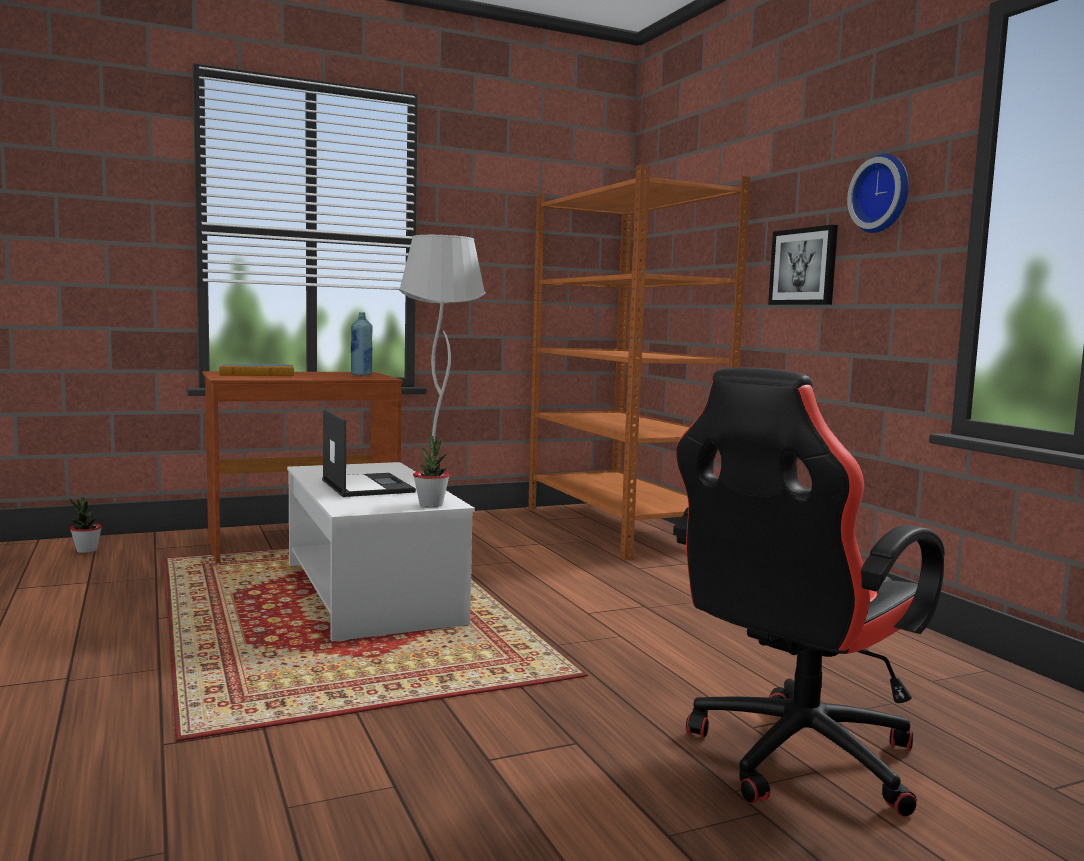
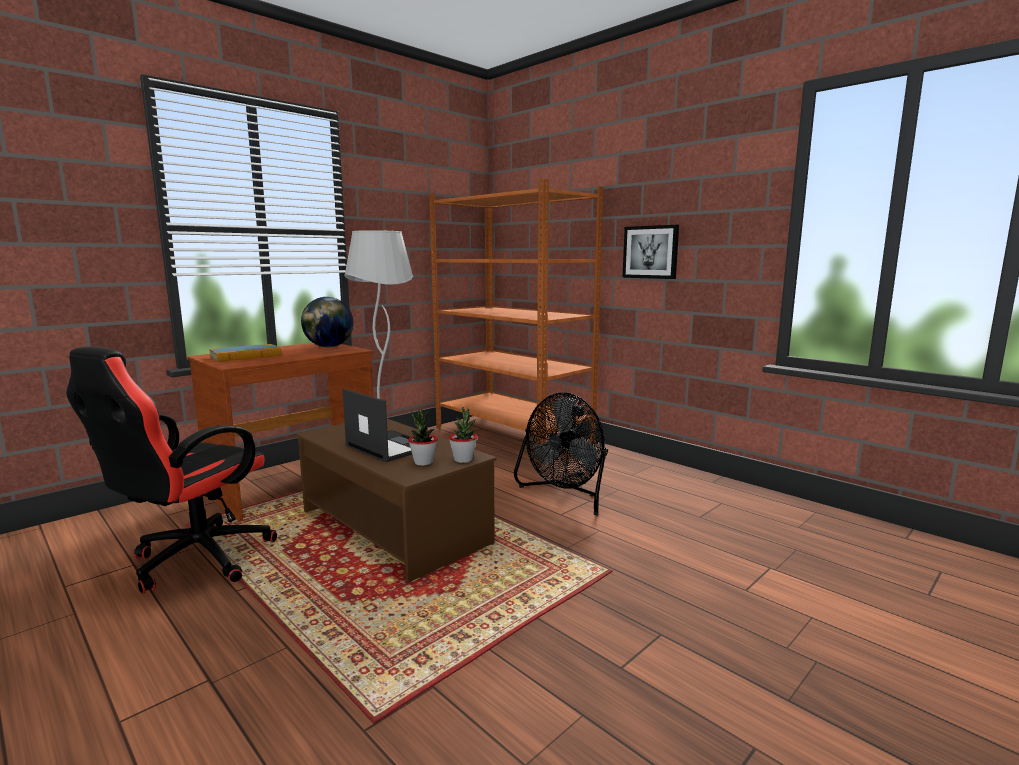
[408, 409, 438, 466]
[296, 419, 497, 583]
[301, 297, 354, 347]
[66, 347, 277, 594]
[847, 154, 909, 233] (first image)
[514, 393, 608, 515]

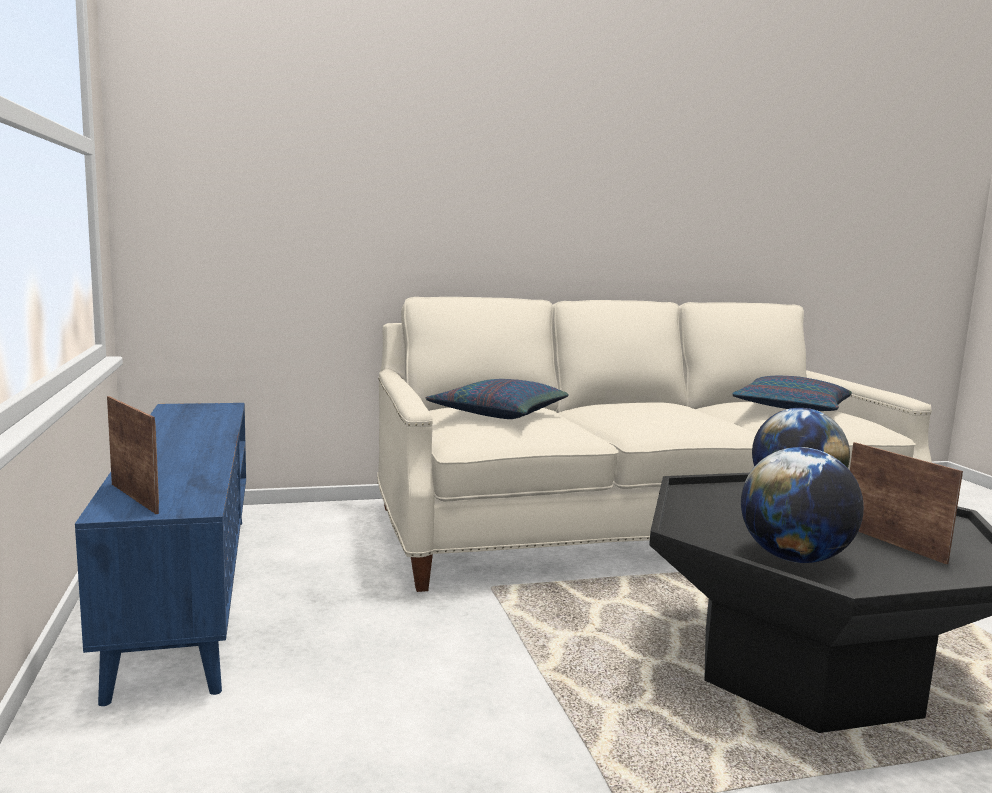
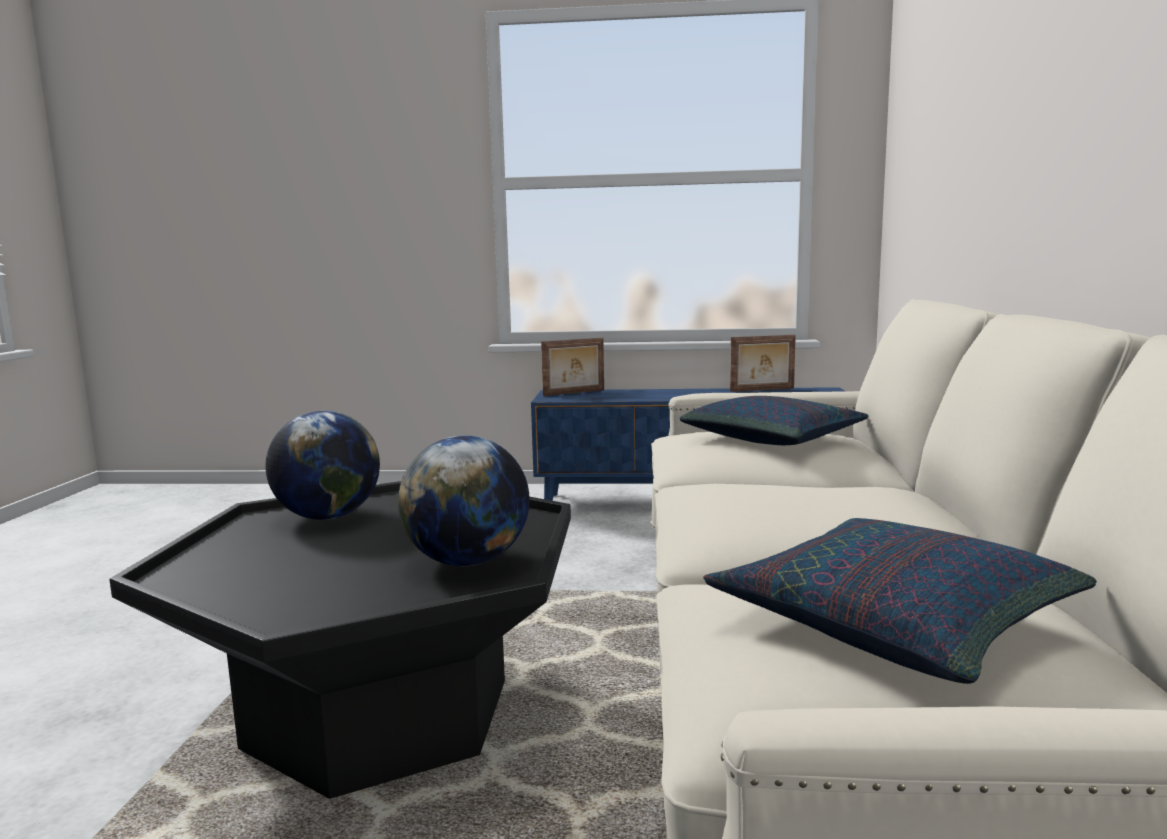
[730, 335, 796, 392]

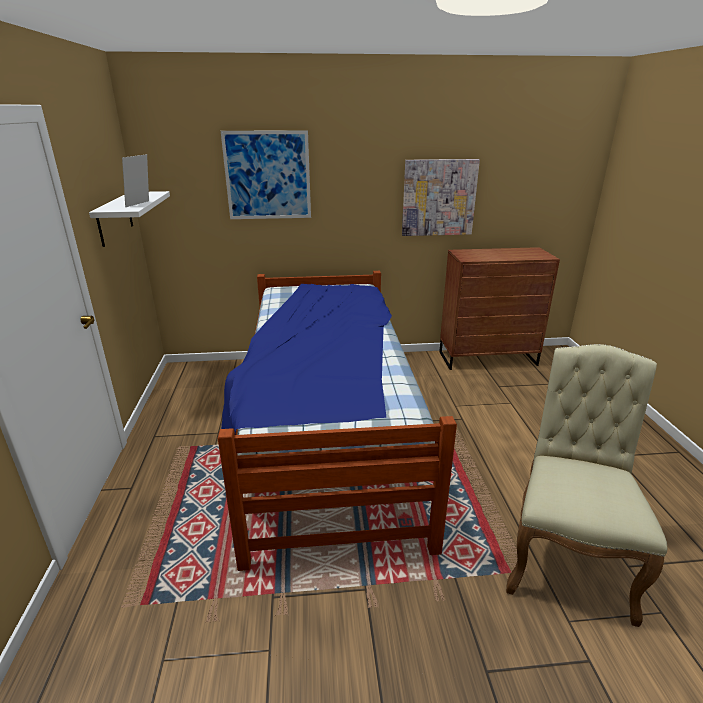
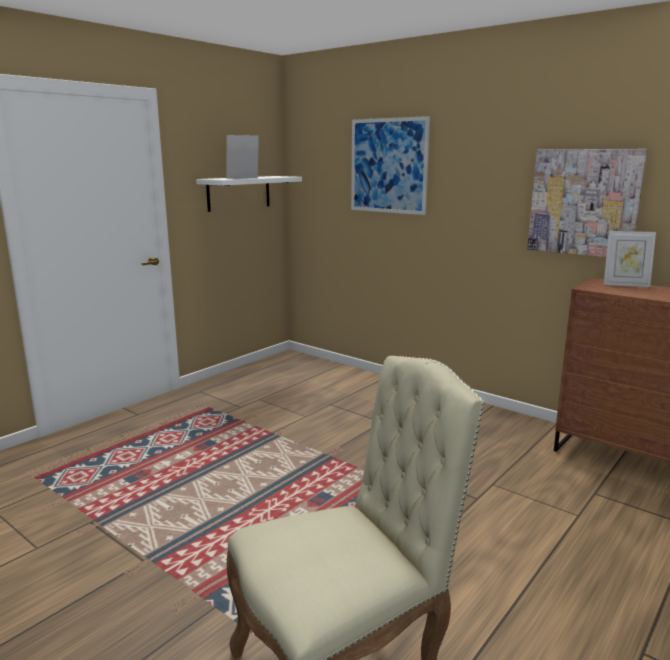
[218, 271, 457, 571] (first image)
[604, 231, 656, 287]

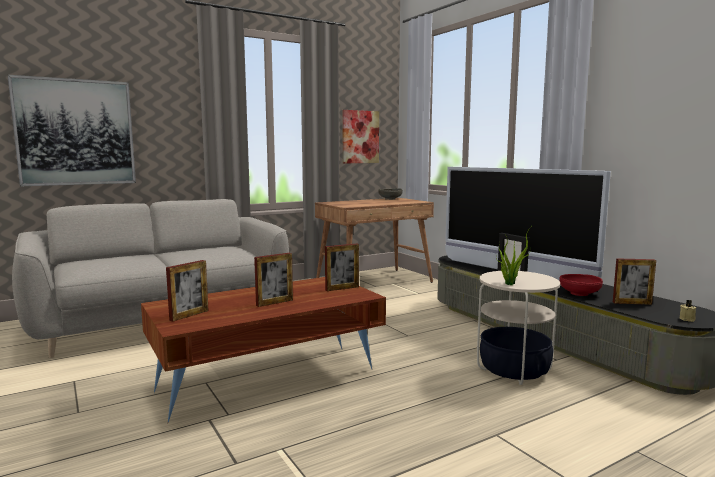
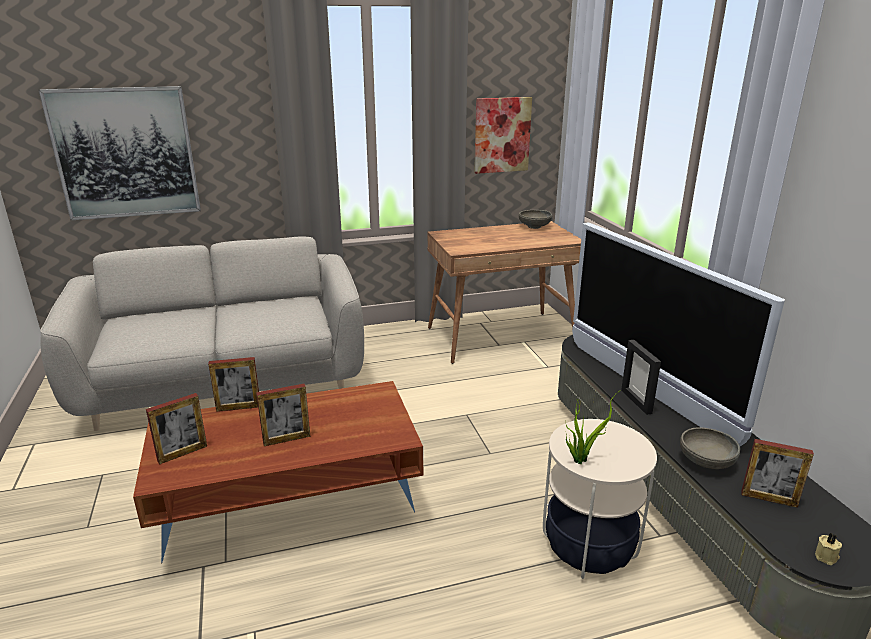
[208, 357, 259, 412]
[680, 427, 740, 469]

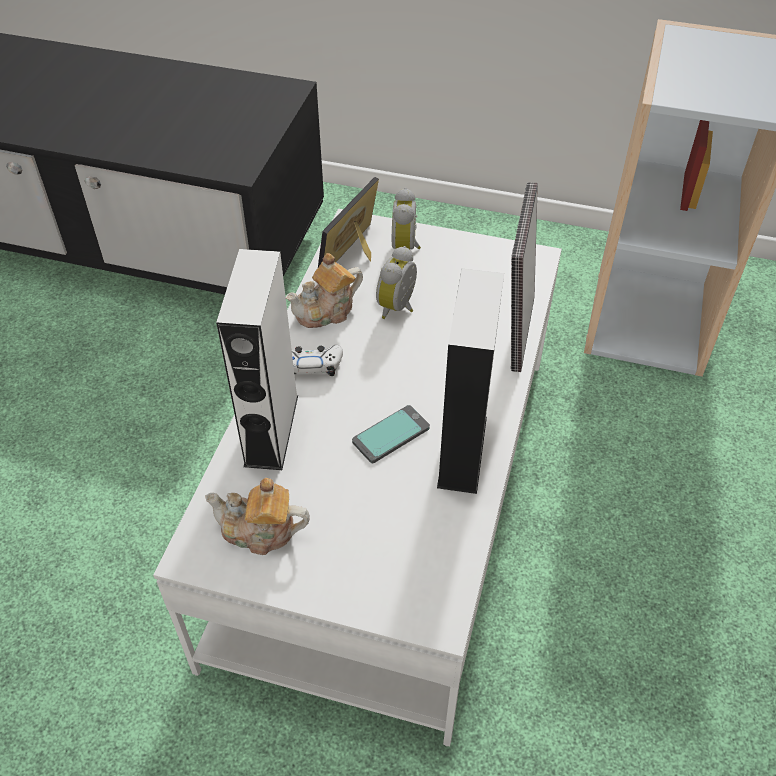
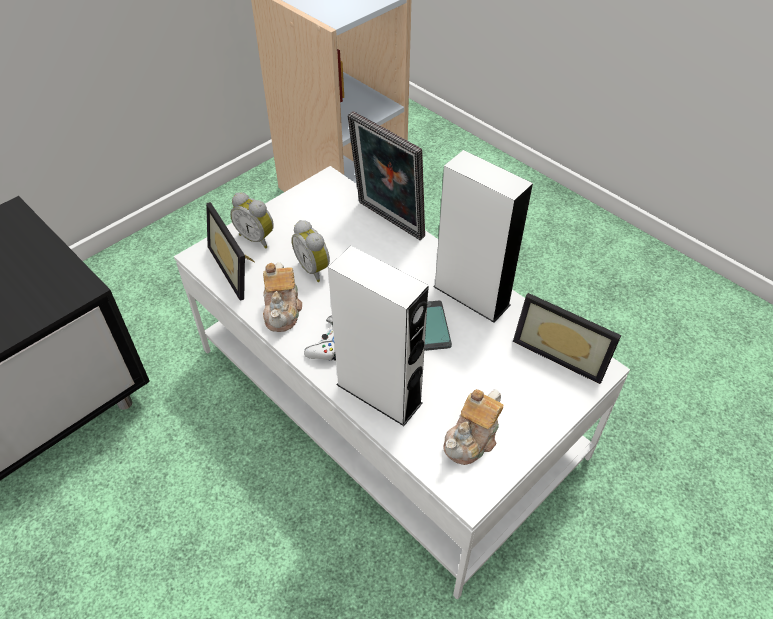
[513, 293, 621, 384]

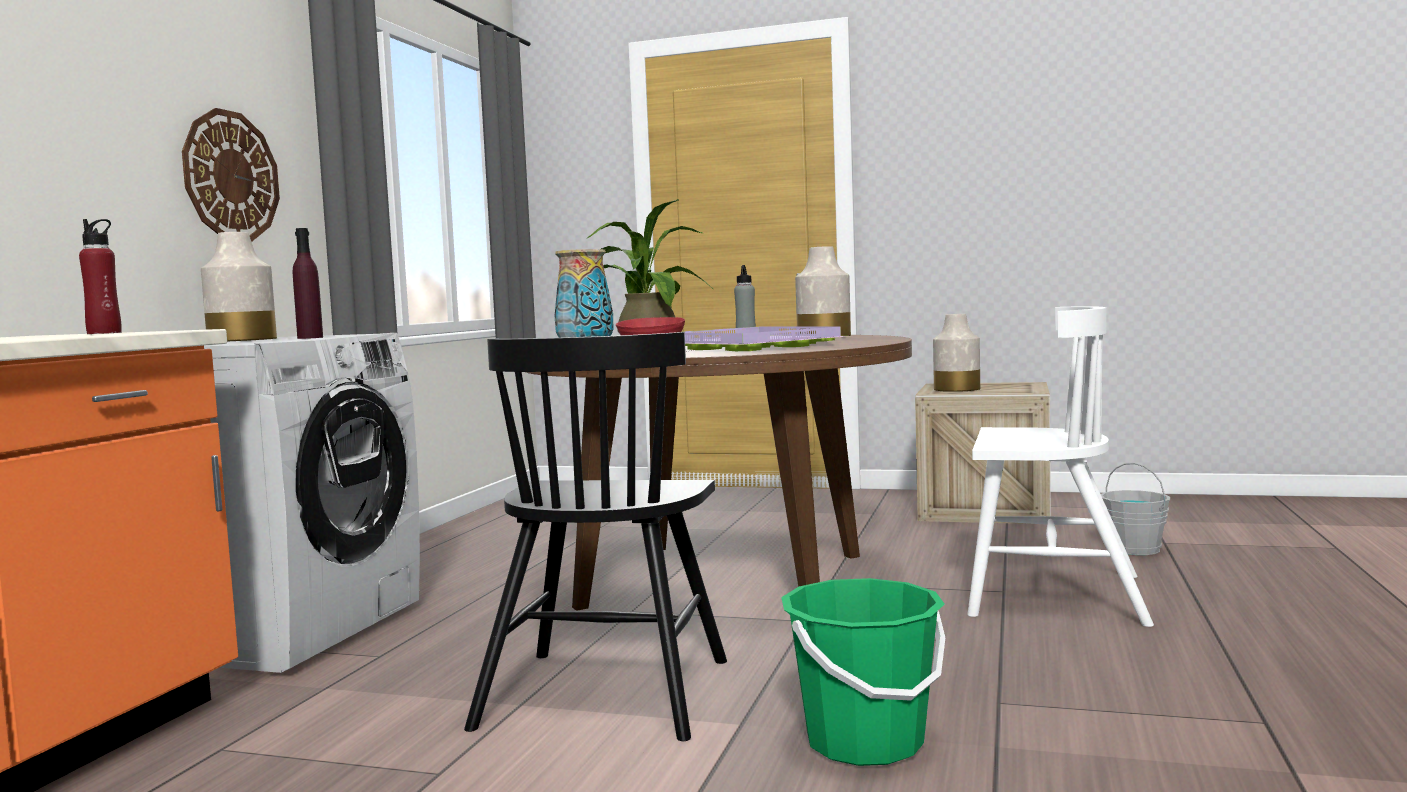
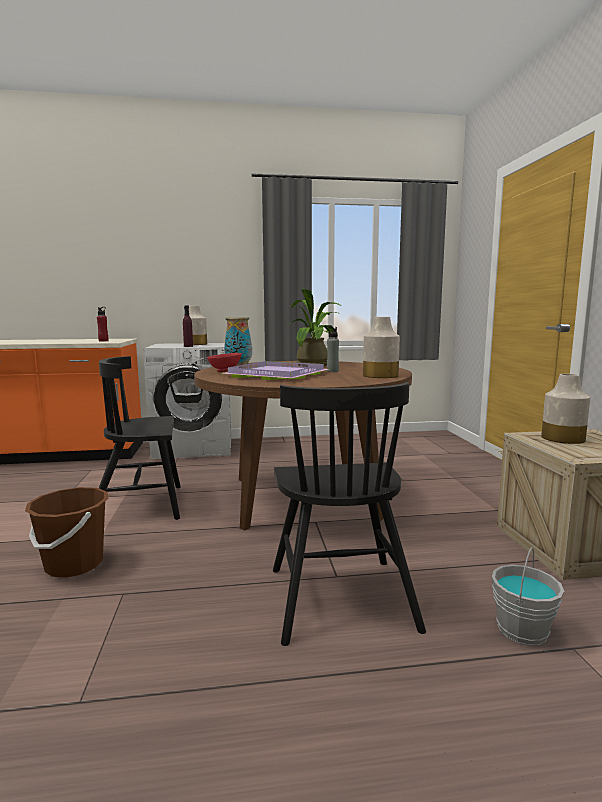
[182, 108, 280, 242] (first image)
[25, 487, 108, 578]
[273, 382, 426, 646]

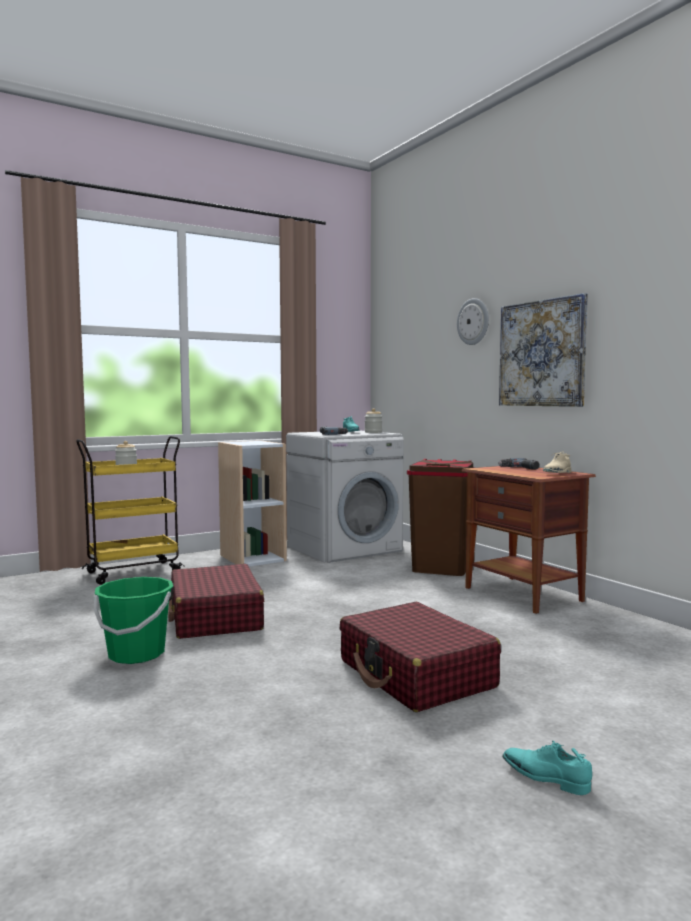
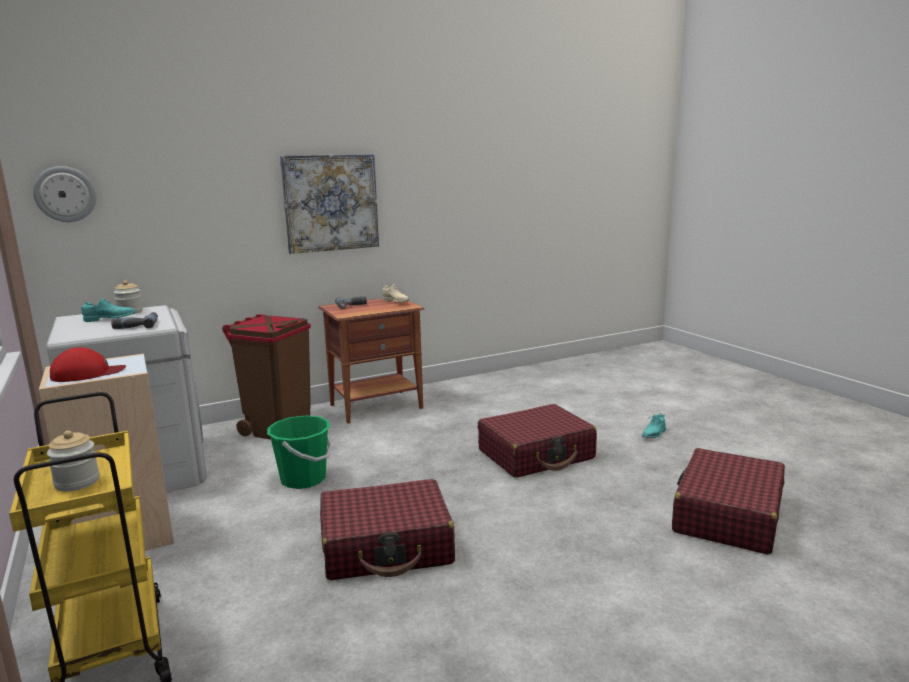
[267, 415, 332, 489]
[33, 166, 96, 222]
[50, 347, 126, 382]
[672, 448, 785, 555]

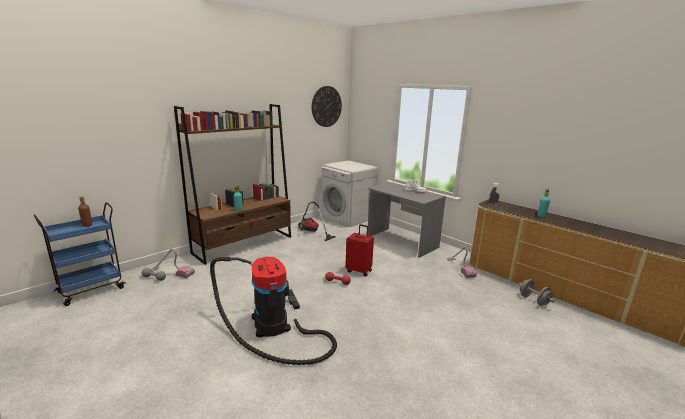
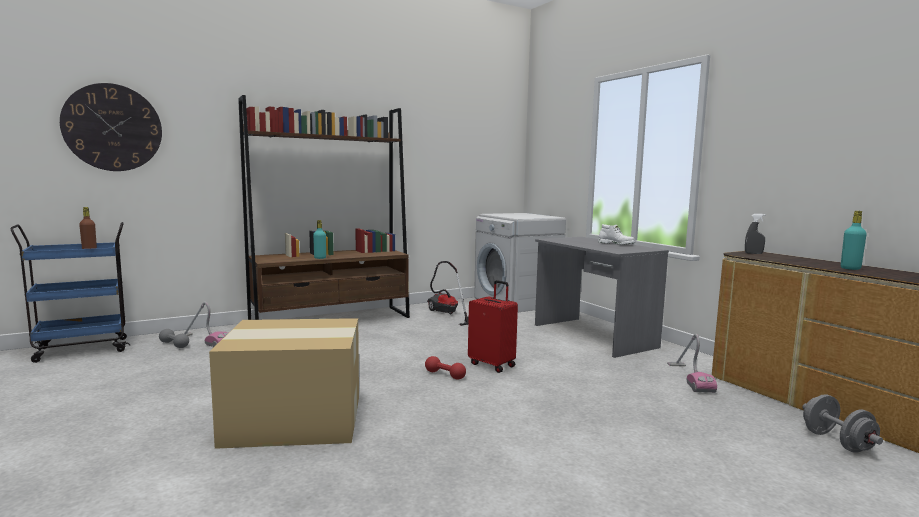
[209, 318, 359, 449]
[60, 83, 162, 171]

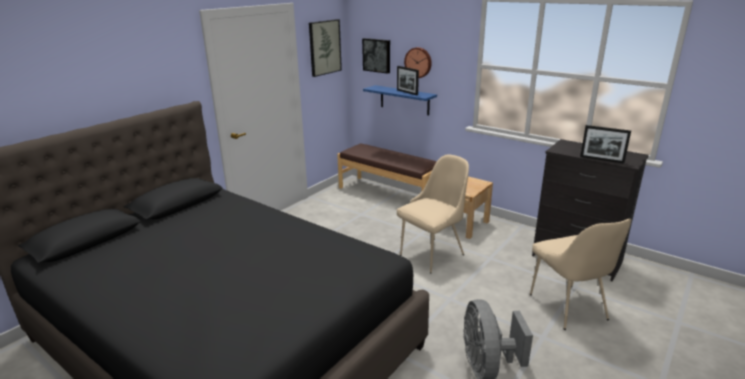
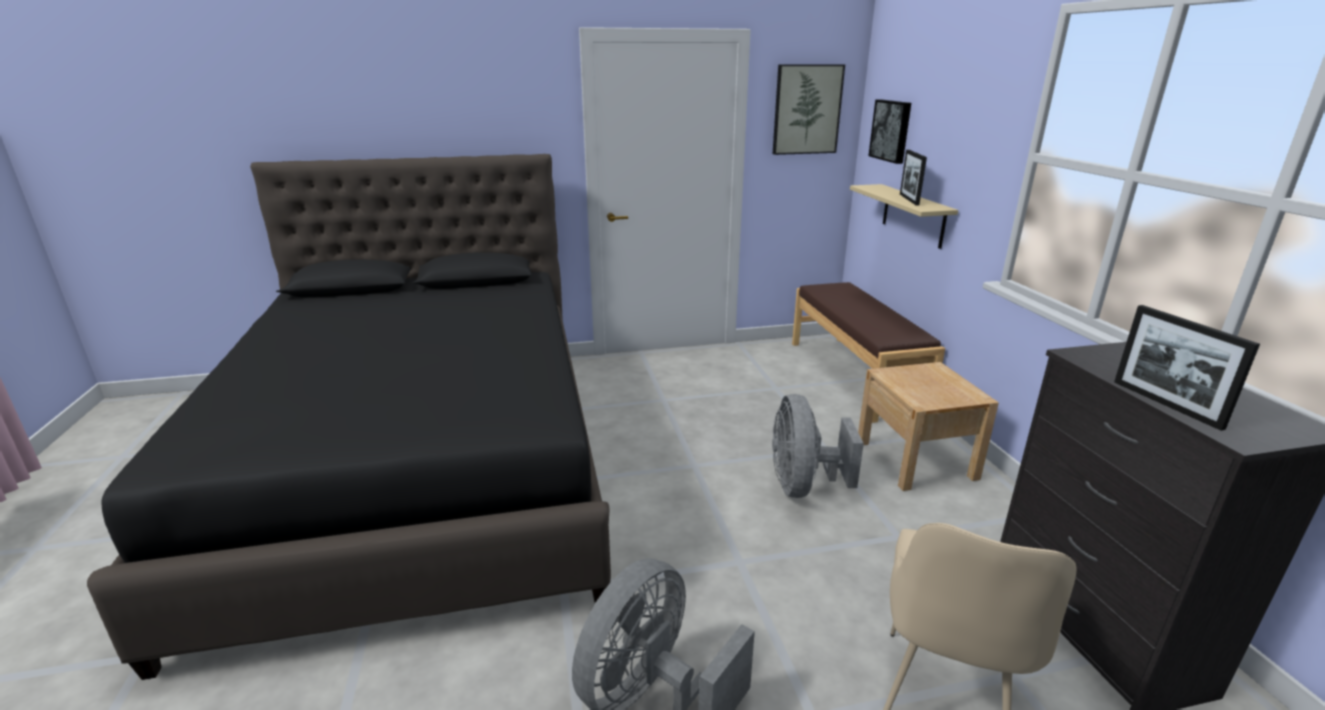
[850, 184, 958, 249]
[772, 394, 864, 498]
[404, 47, 432, 78] (first image)

